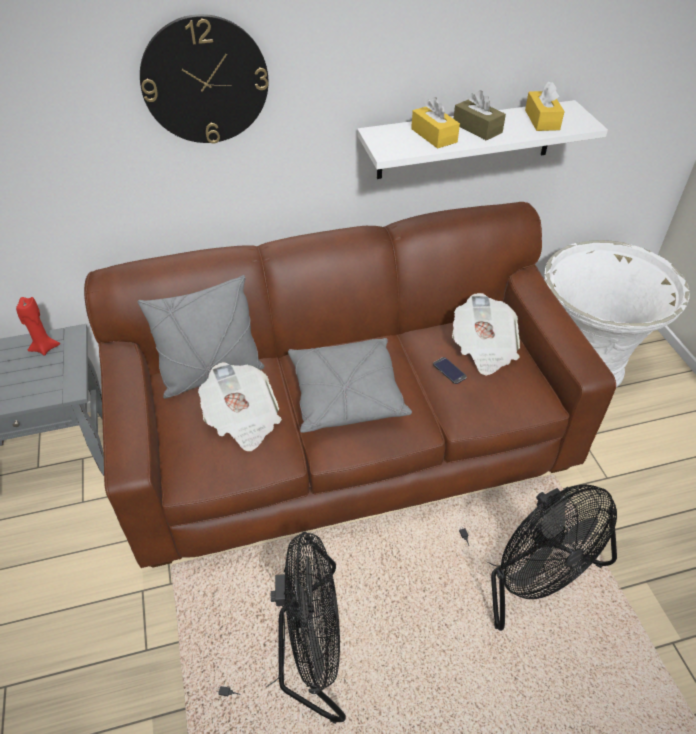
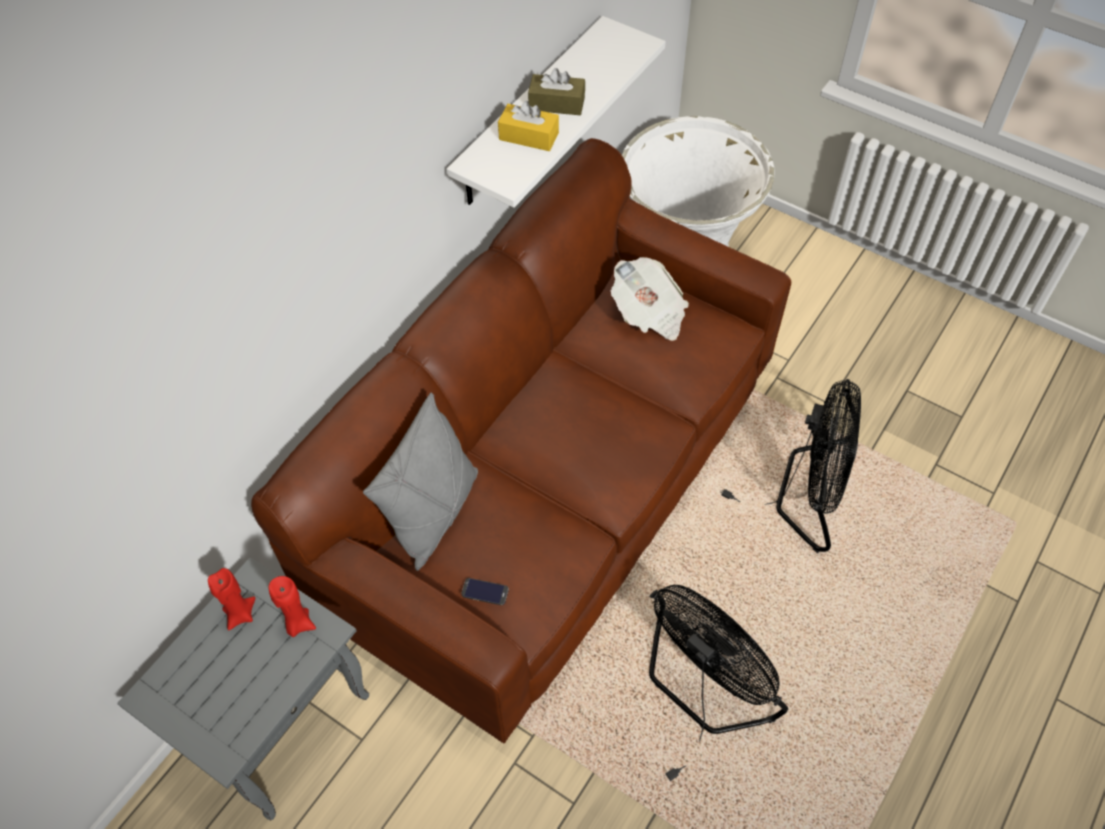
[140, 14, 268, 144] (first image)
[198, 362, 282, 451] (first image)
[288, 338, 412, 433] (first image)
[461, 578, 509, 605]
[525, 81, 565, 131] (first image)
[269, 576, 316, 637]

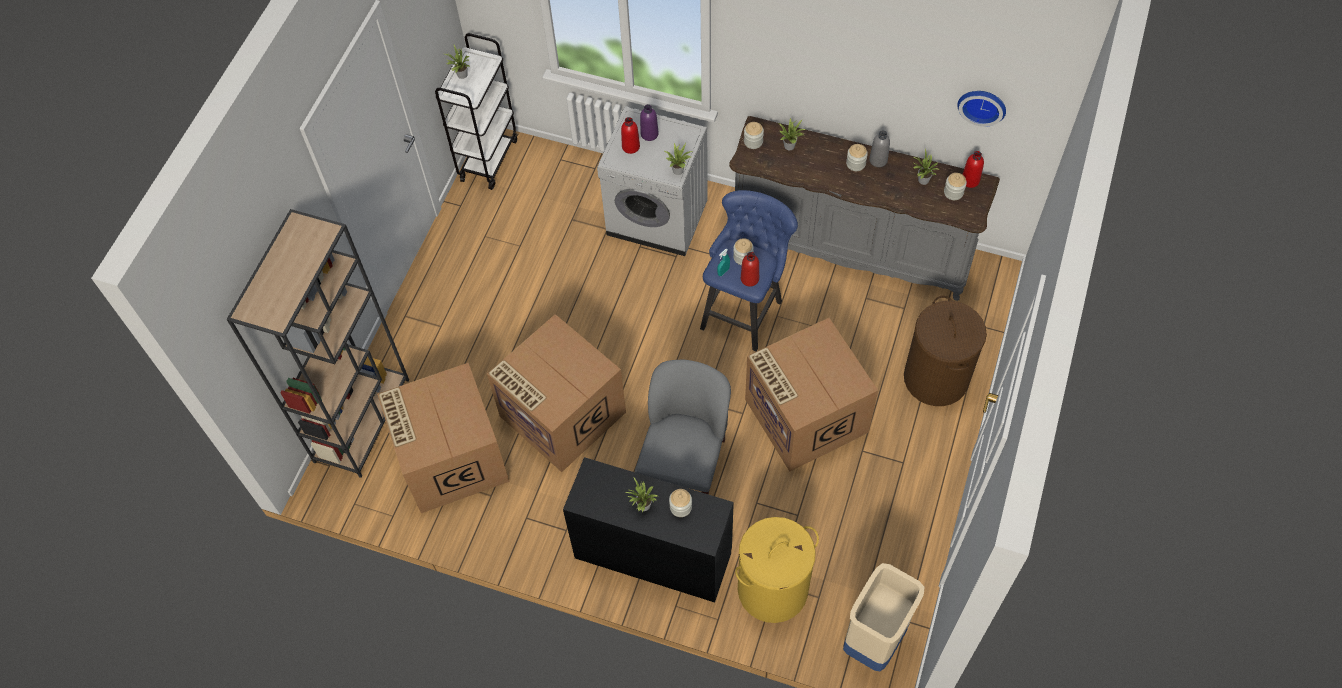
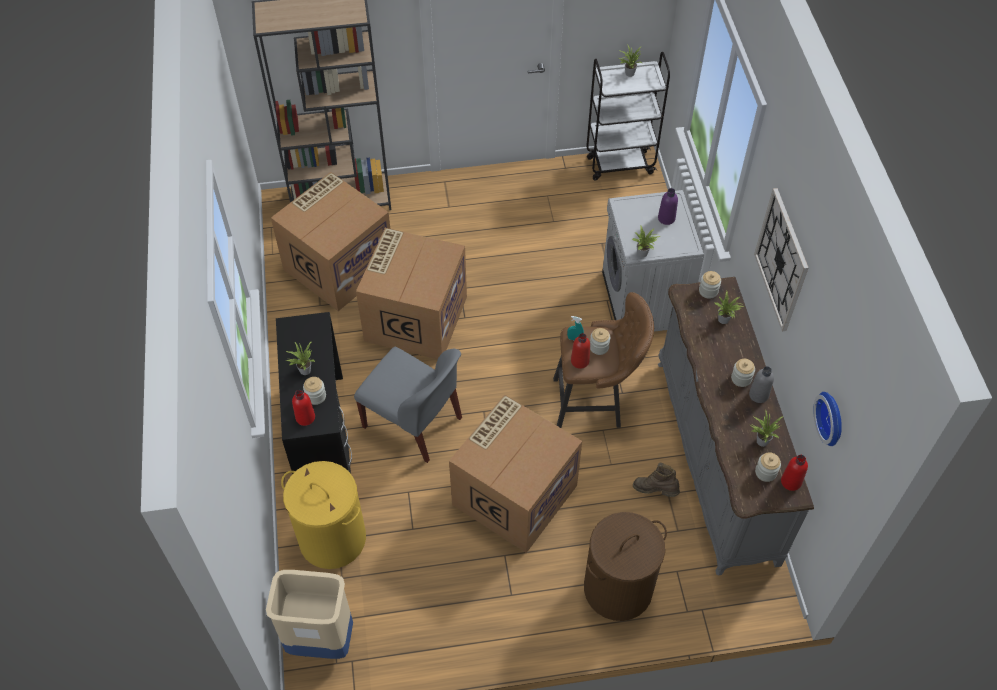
[292, 390, 315, 426]
[354, 347, 462, 463]
[553, 292, 654, 428]
[633, 462, 680, 497]
[754, 188, 809, 331]

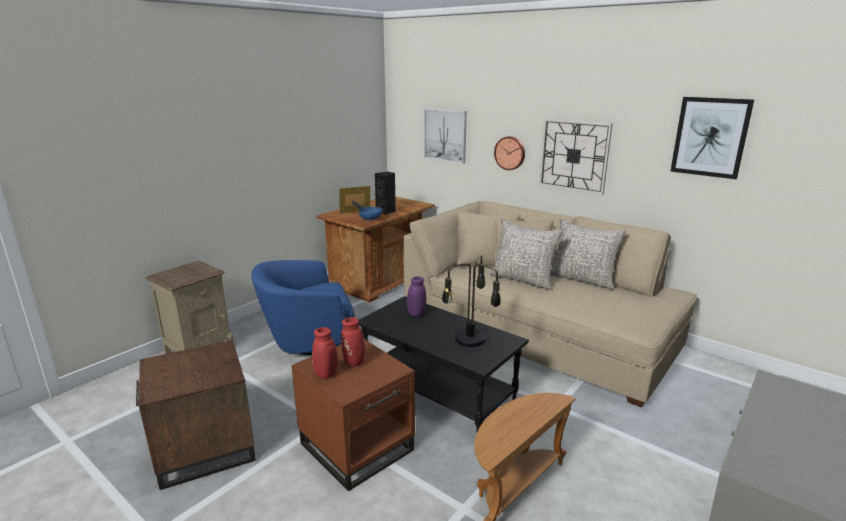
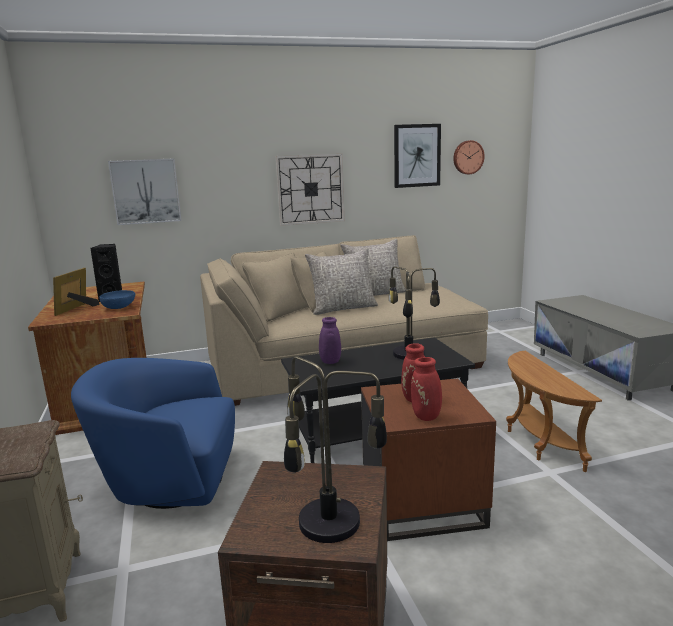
[71, 358, 235, 509]
[453, 140, 485, 174]
[284, 356, 387, 543]

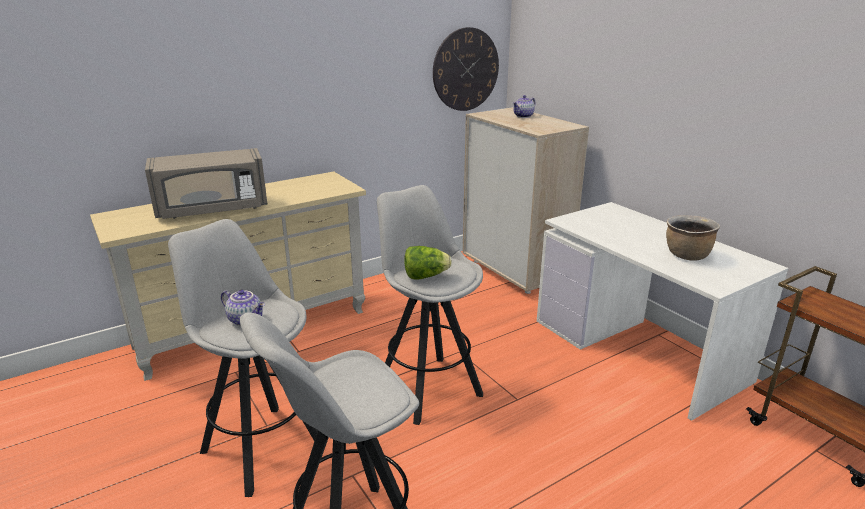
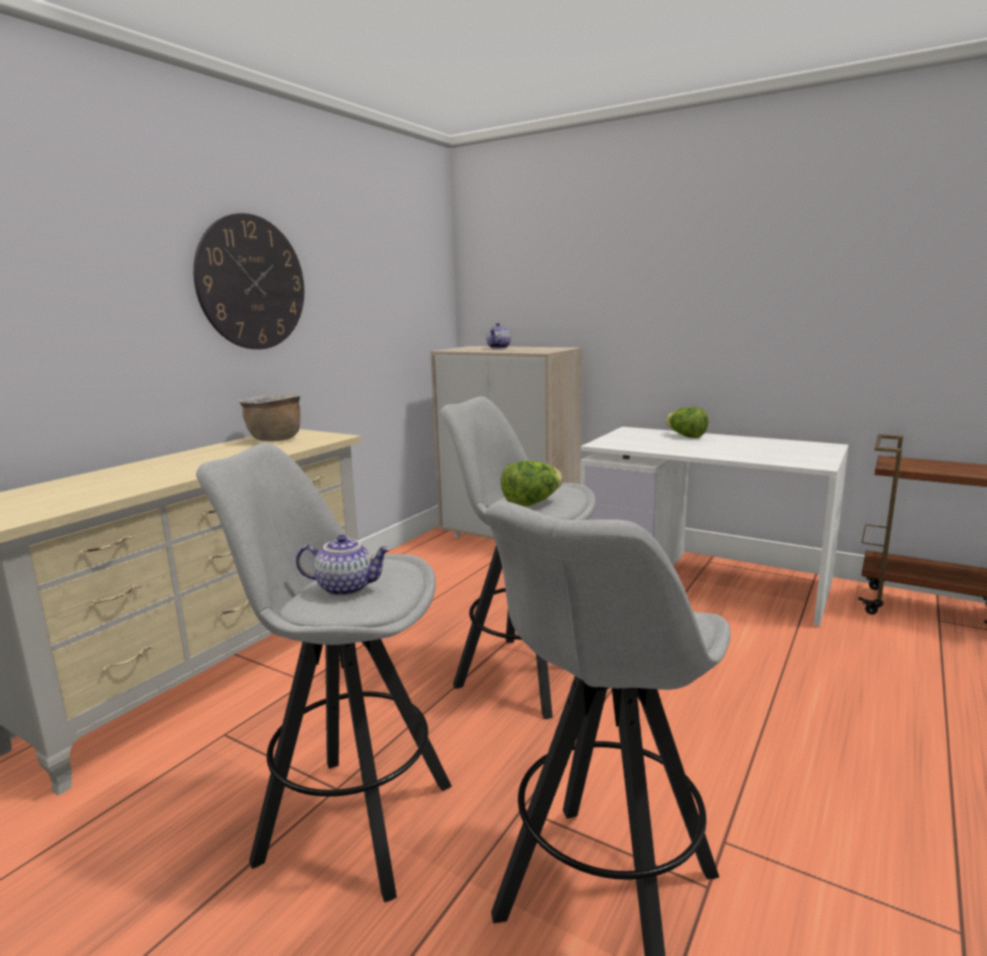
[145, 148, 267, 219] (first image)
[193, 213, 304, 349]
[239, 394, 301, 441]
[666, 407, 709, 438]

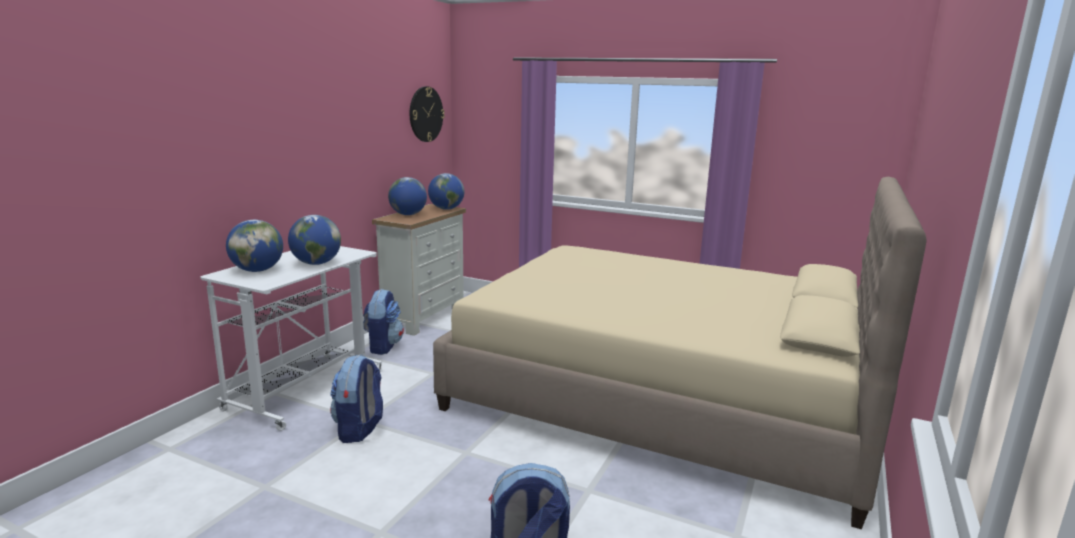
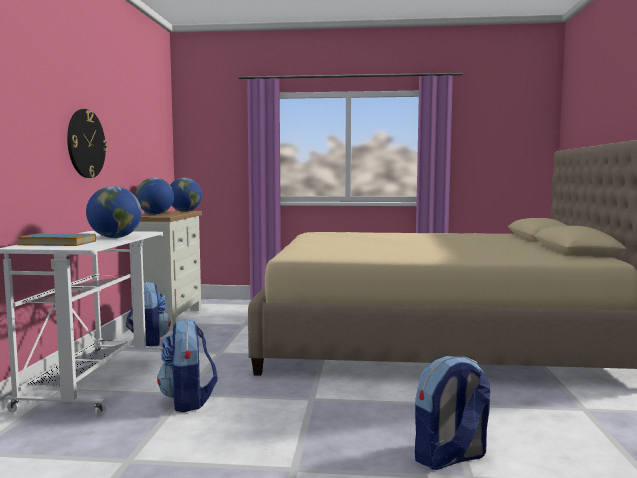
[17, 233, 96, 246]
[67, 109, 108, 178]

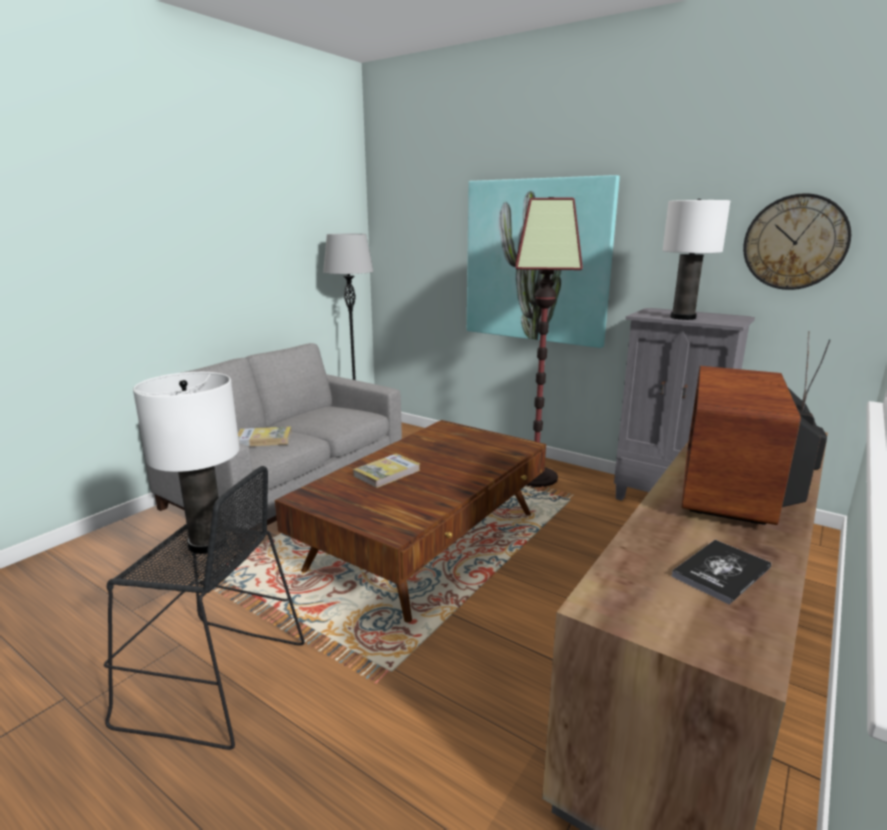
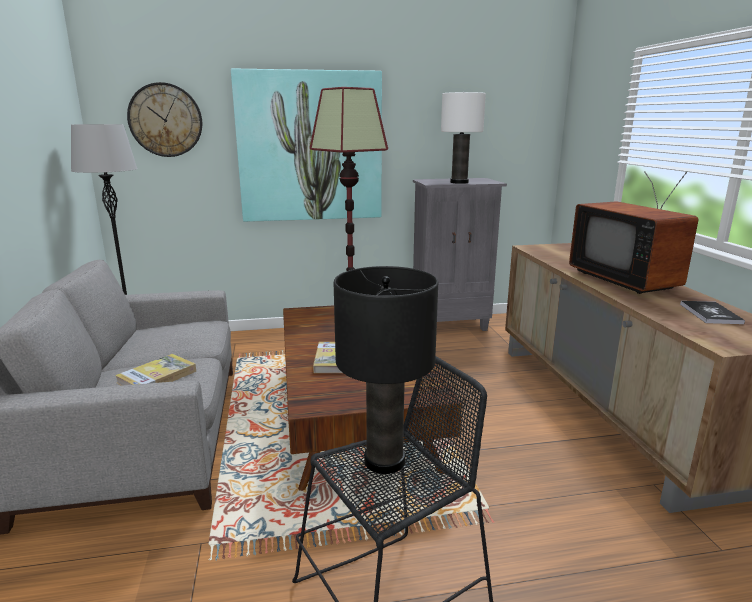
[334, 266, 438, 474]
[127, 82, 202, 157]

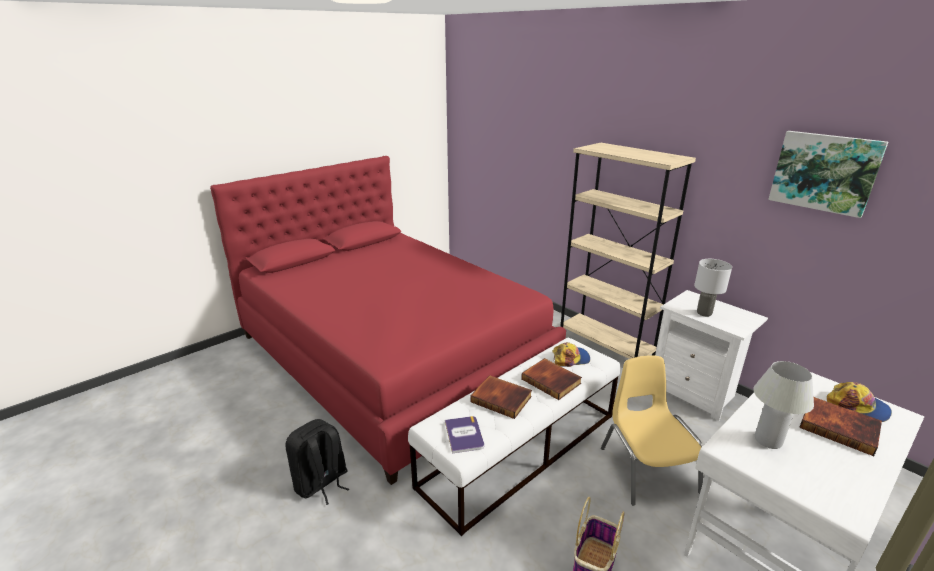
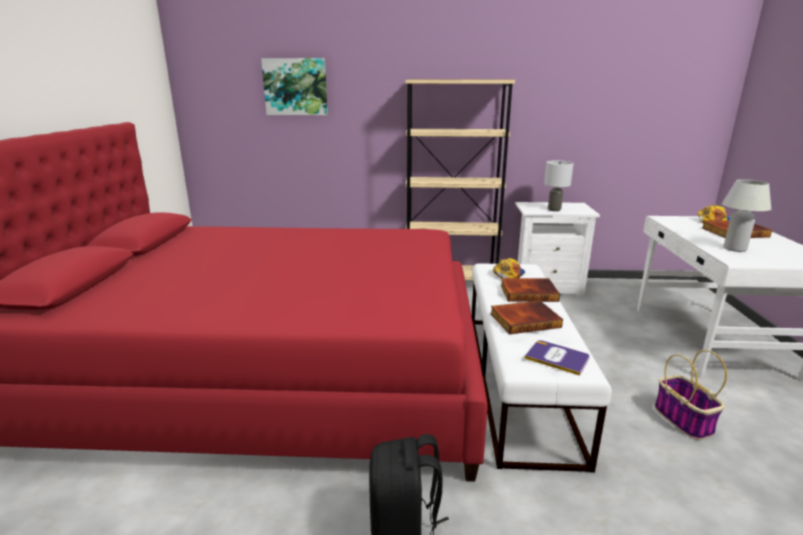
[601, 355, 703, 506] (first image)
[261, 58, 328, 115]

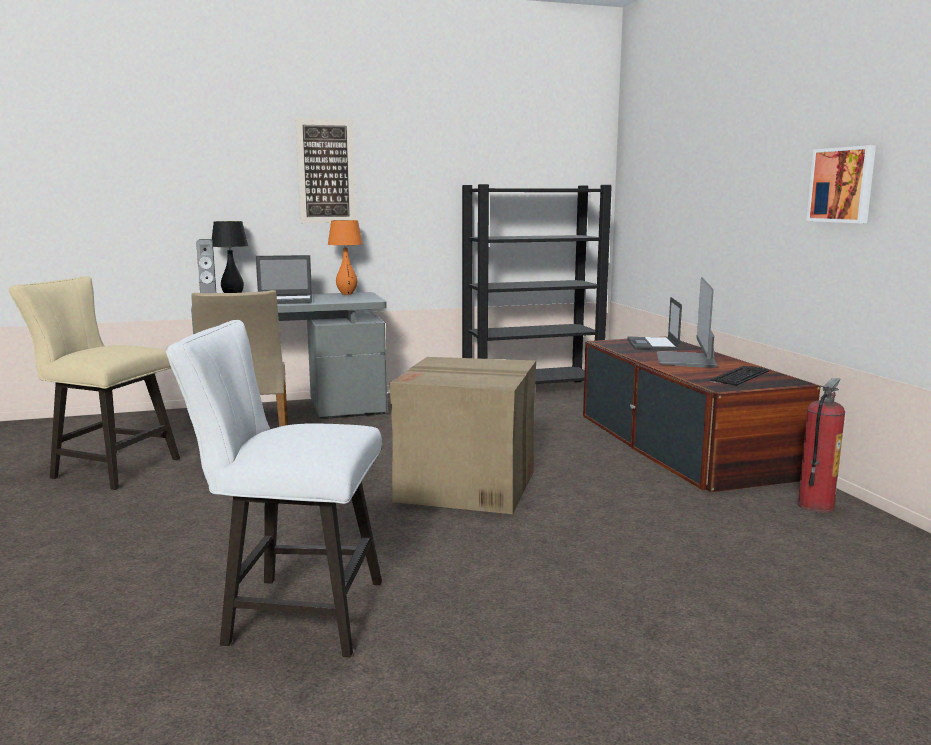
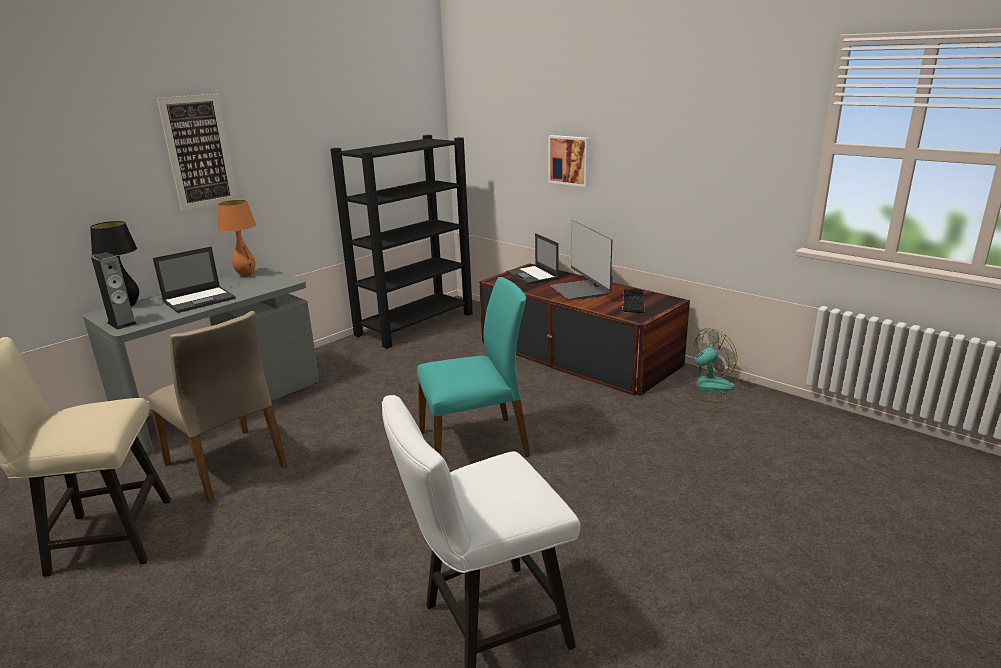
[417, 277, 530, 457]
[683, 328, 737, 403]
[548, 135, 590, 187]

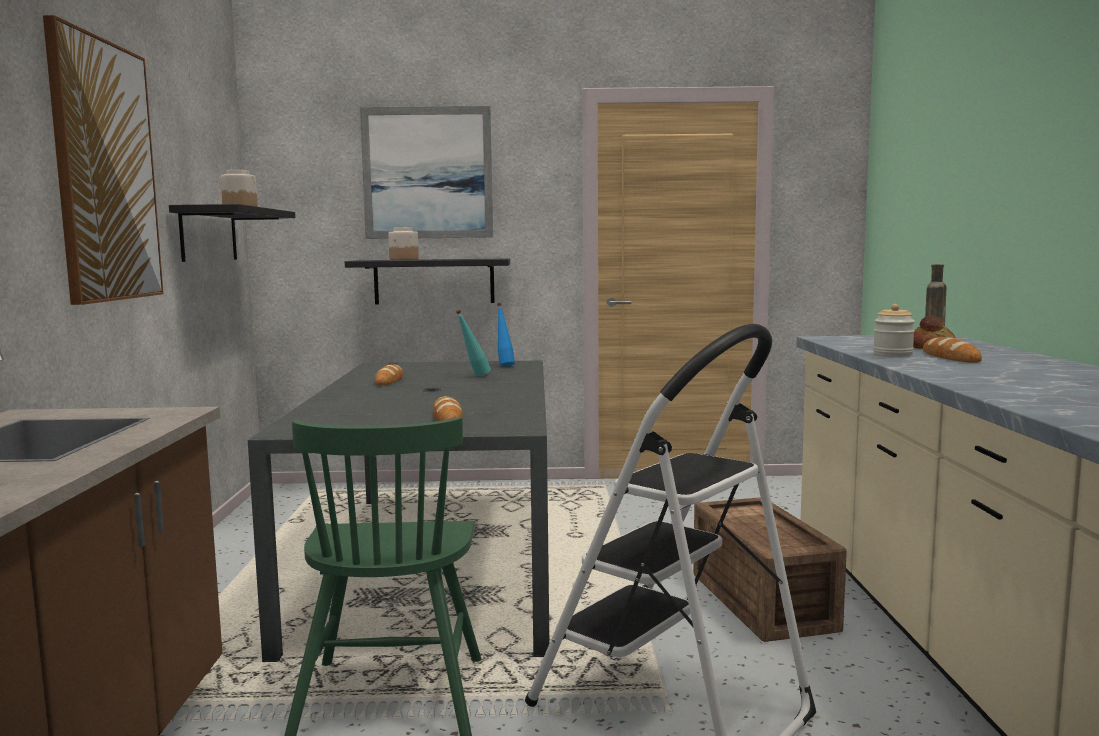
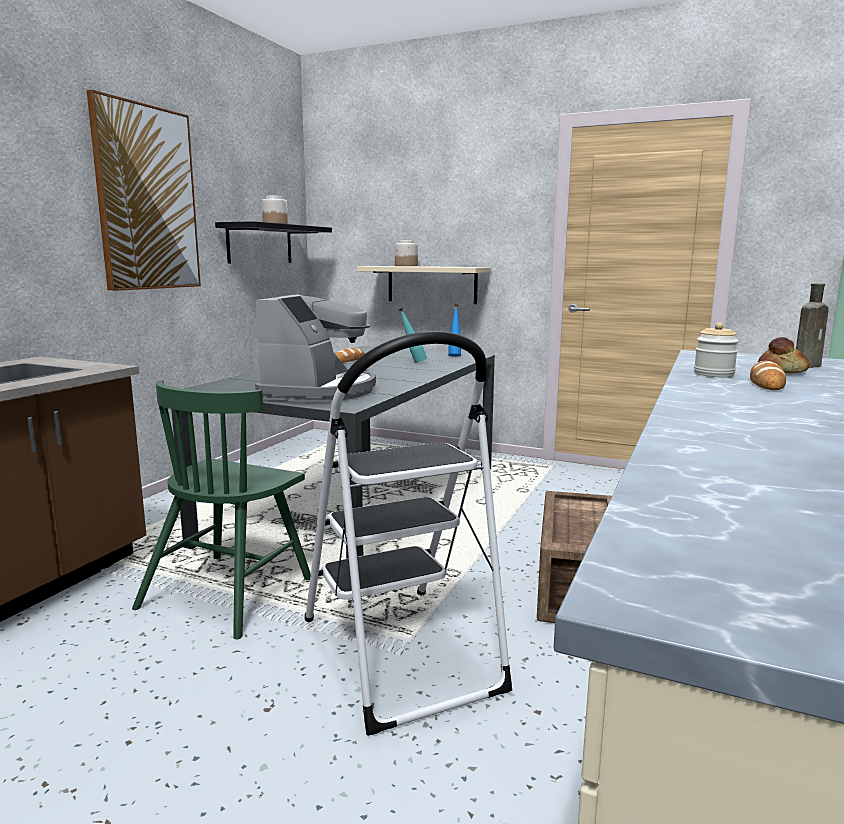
[357, 266, 491, 304]
[360, 106, 493, 239] (first image)
[255, 294, 376, 402]

